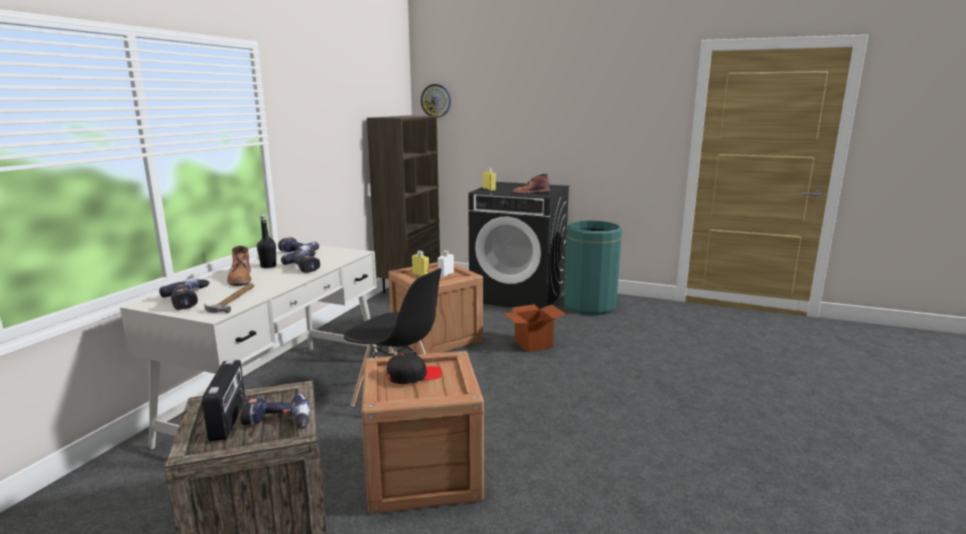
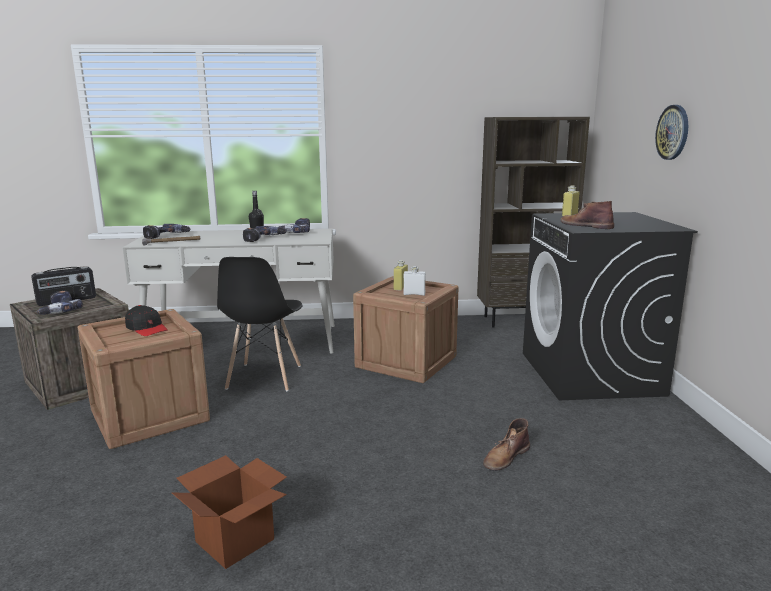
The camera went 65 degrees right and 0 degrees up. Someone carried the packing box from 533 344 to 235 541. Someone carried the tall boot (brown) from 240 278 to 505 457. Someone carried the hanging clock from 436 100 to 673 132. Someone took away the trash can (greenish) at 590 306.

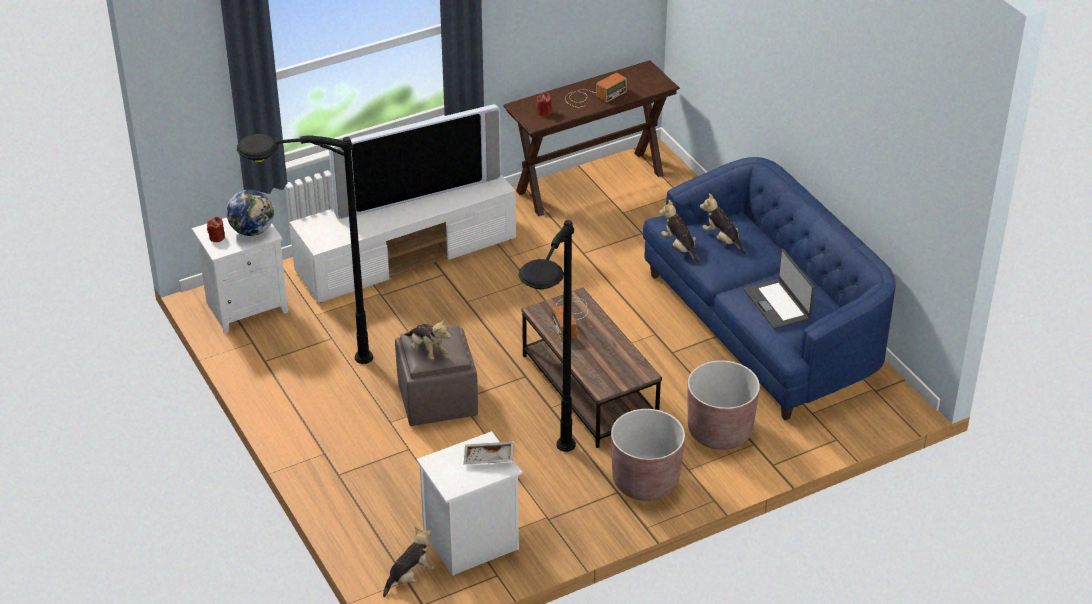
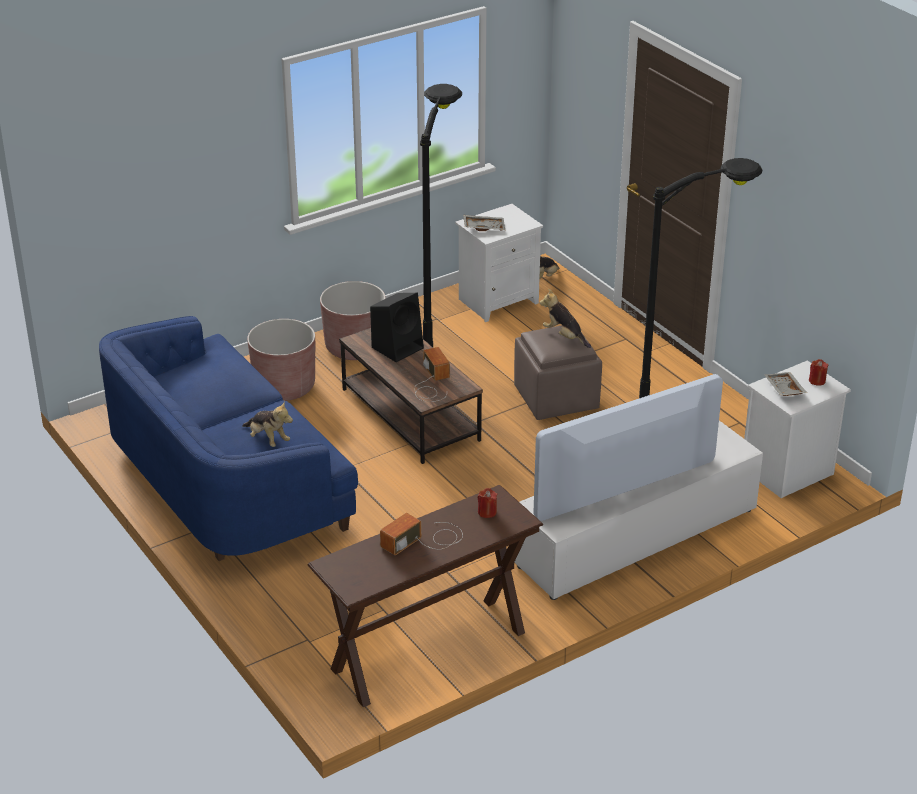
The camera went 175 degrees right and 5 degrees down. Someone put down the audio speaker (black) at 398 347. Someone swapped the globe at 252 230 for the carrying tray (gray) at 783 389. Someone took away the soft toy at 680 247. Someone took away the portable computer at 778 304.

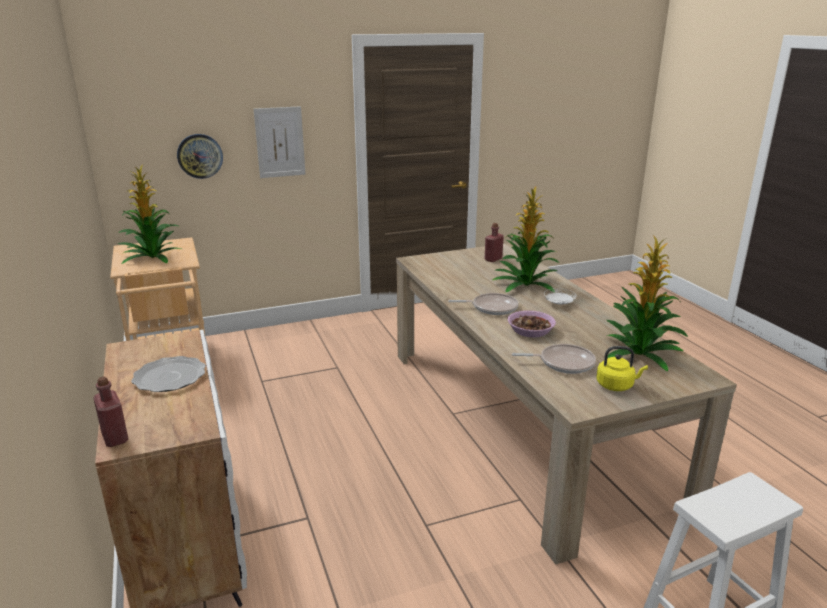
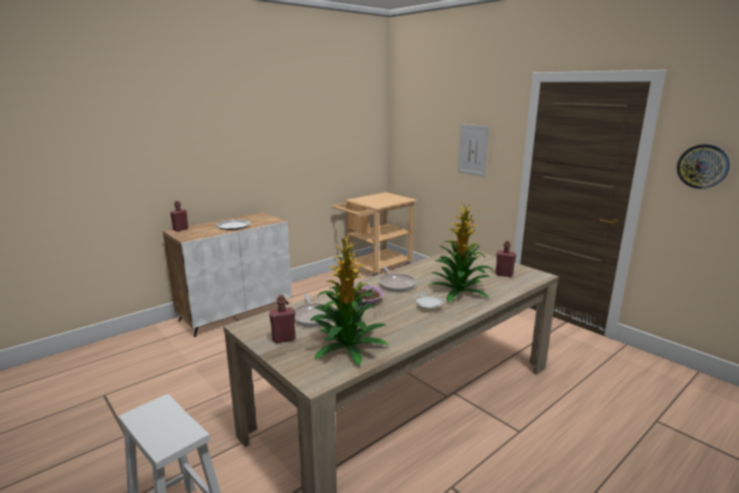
The camera went 70 degrees right and 5 degrees down. Someone swapped the tea kettle (yellow-coloured) at 616 385 for the drink bottle (red-coloured) at 283 339. Someone carried the hanging clock from 200 156 to 702 166. Someone took away the houseplant at 152 257.

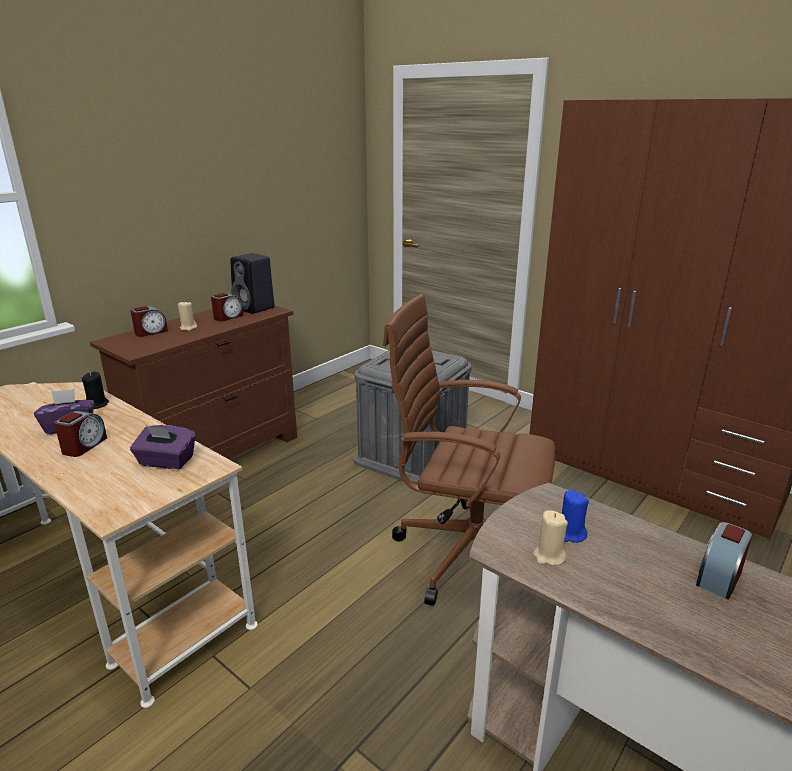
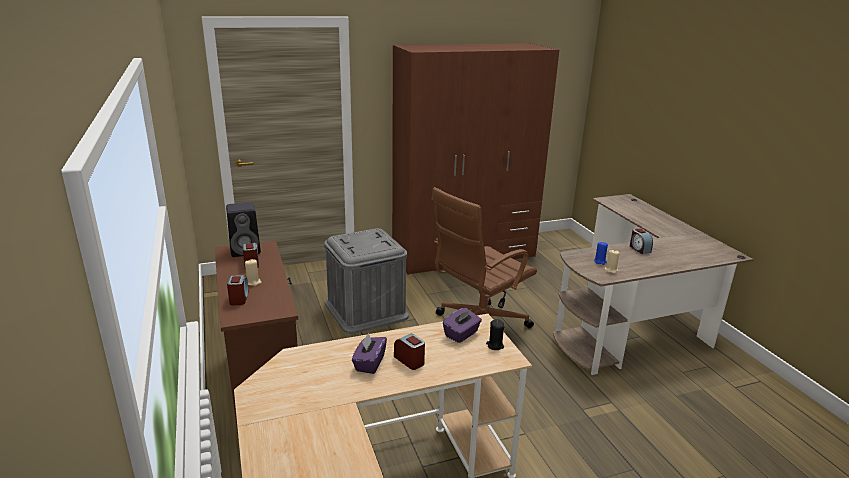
The camera went 60 degrees left and 0 degrees up. Someone carried the candle (black) from 97 404 to 495 345.

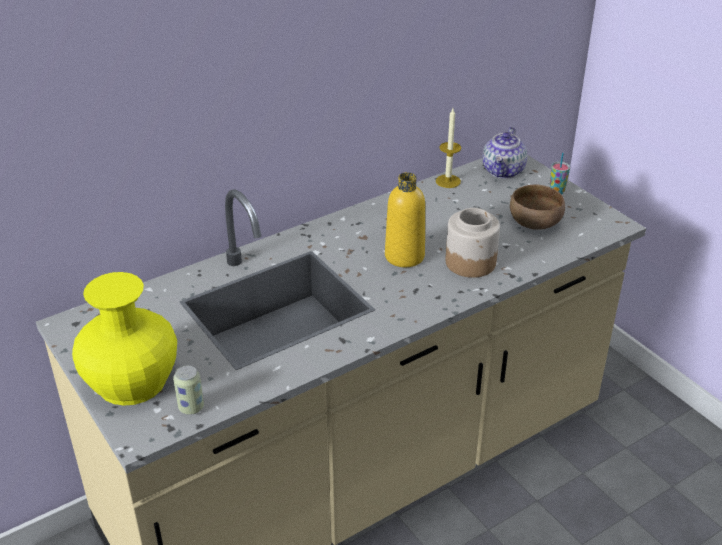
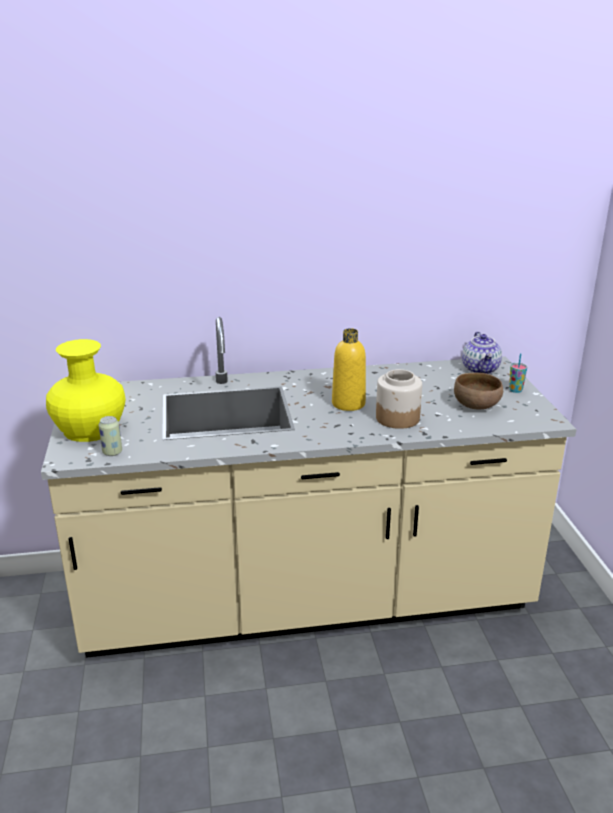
The camera went 25 degrees right and 10 degrees down. Someone rotated the teapot at 503 171 by 45 degrees counterclockwise. Someone took away the candle at 448 181.

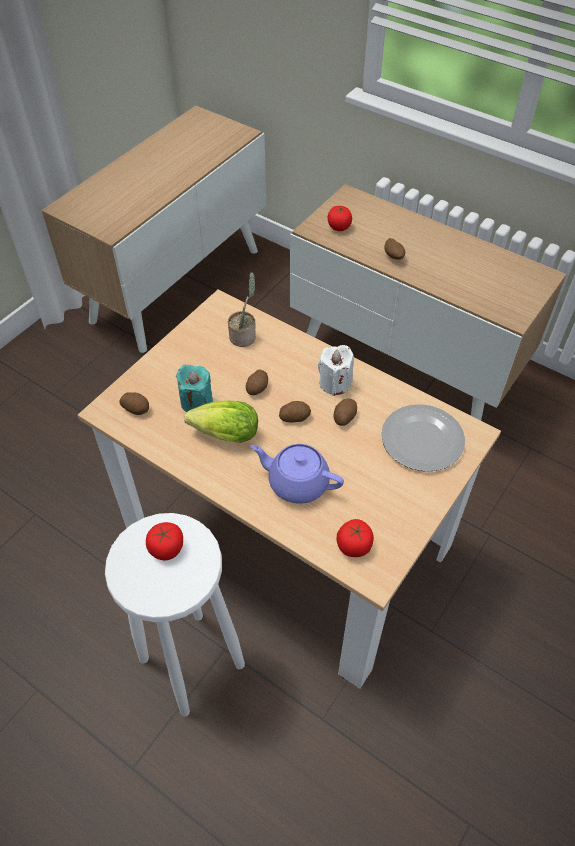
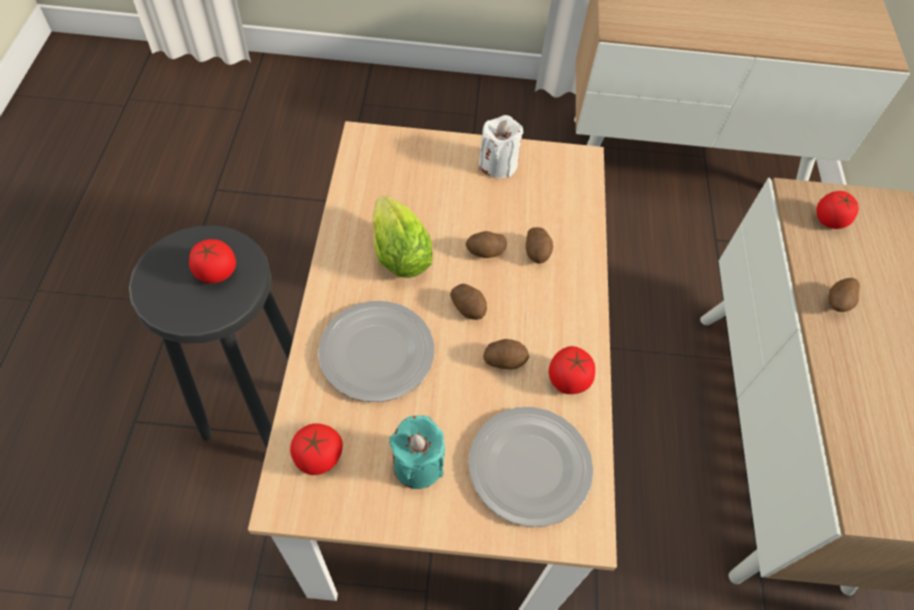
The camera went 55 degrees right and 5 degrees up. Someone repainted the stool (white-coloured) at 192 663, which became the stool (black) at 258 415. Someone swapped the teapot (purple-coloured) at 297 482 for the dinner plate at 375 354. Someone carried the candle (blue-green) from 196 402 to 417 464. Someone carried the candle (white-coloured) from 335 383 to 498 164. Someone carried the whole potato from 136 408 to 537 252. Someone put down the whole tomato at 568 379. Someone took away the houseplant at 244 336.

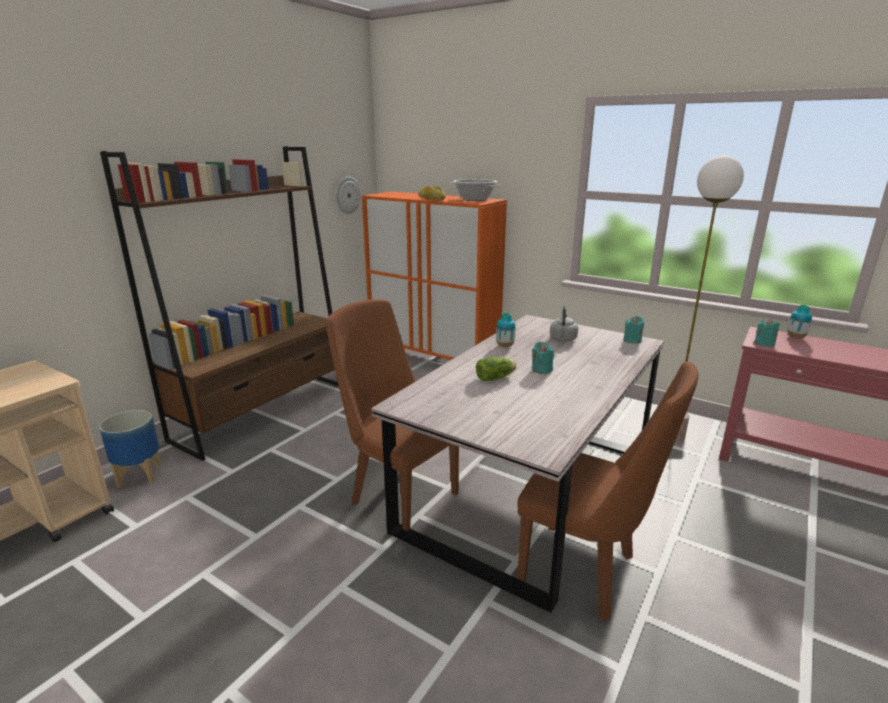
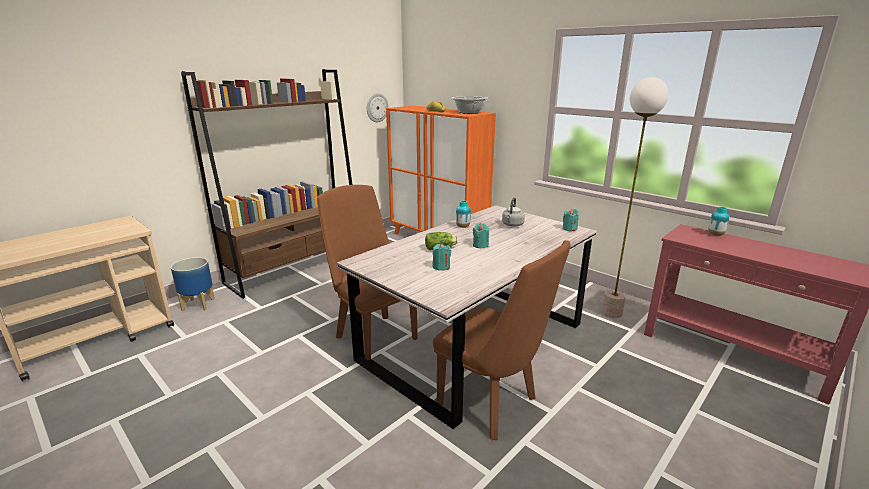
The camera went 10 degrees right and 0 degrees up. Someone carried the candle (blue-green) from 764 343 to 441 267.

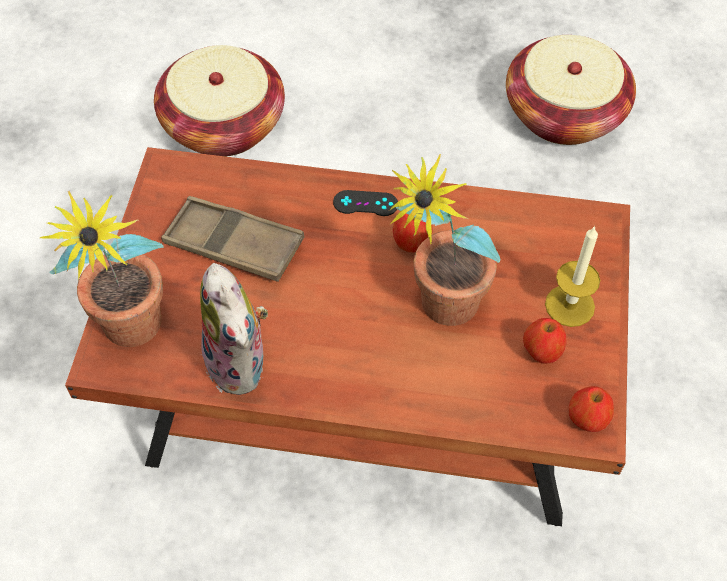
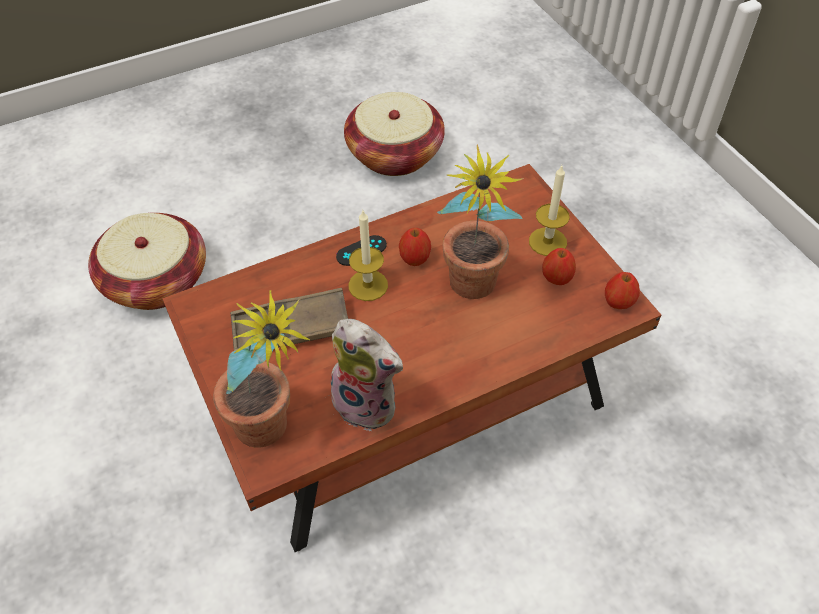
The camera went 35 degrees left and 5 degrees down. Someone put down the candle at 368 285.

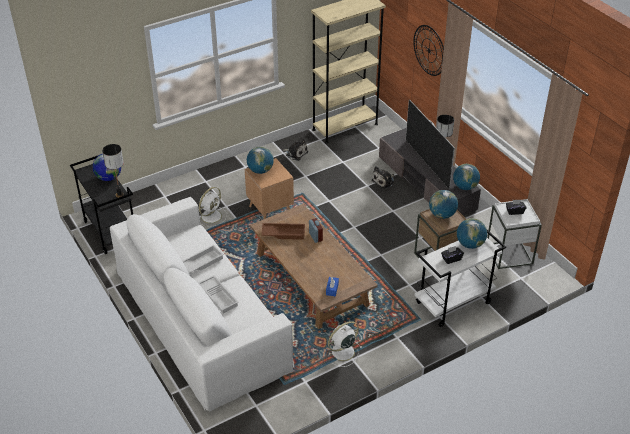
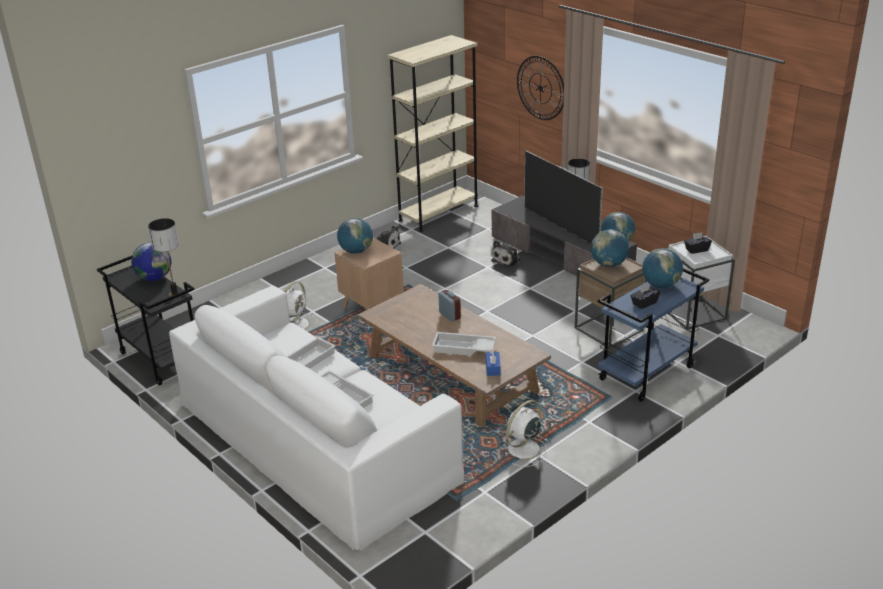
The camera went 10 degrees left and 10 degrees down. Someone put down the carrying tray (white-coloured) at 463 348. Someone repainted the cart (white-coloured) at 453 303, which became the cart (bluish) at 646 374. Someone took away the carrying tray (brown) at 284 233.

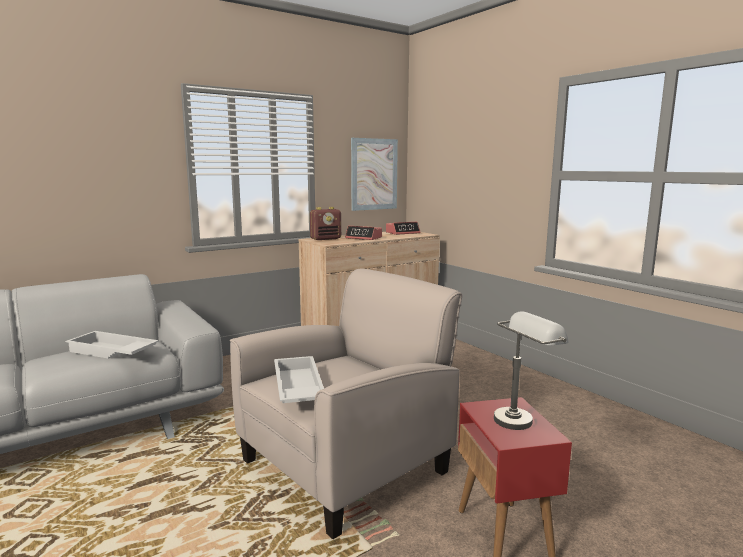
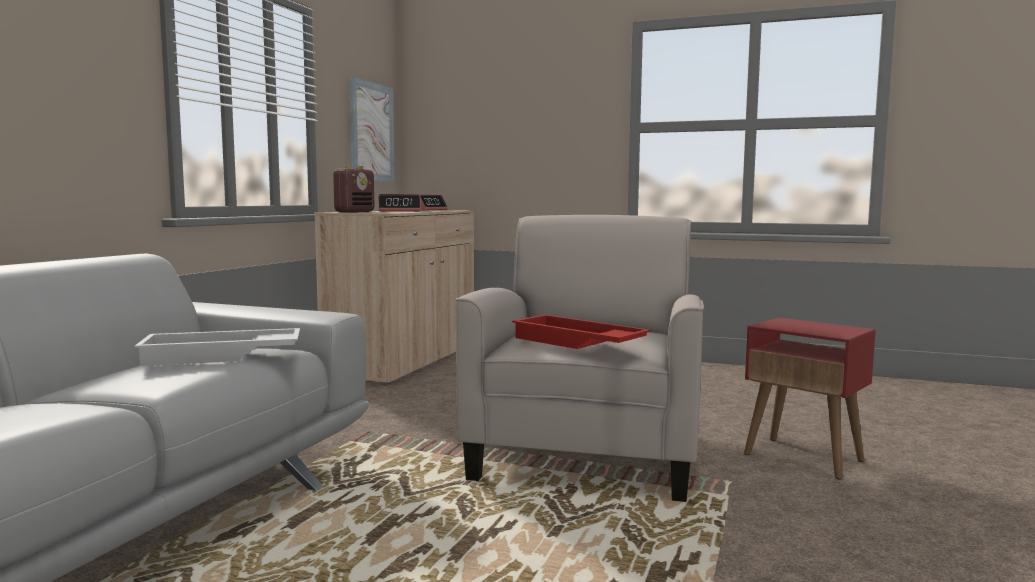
The camera went 35 degrees left and 5 degrees down. Someone repainted the carrying tray (white-coloured) at 296 388, which became the carrying tray (red-coloured) at 576 343. Someone took away the table lamp (gray) at 522 417.

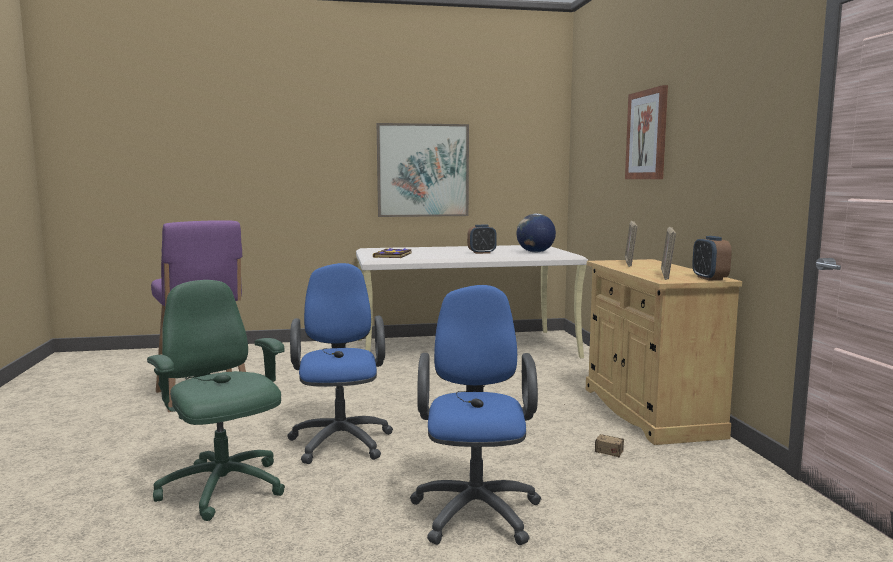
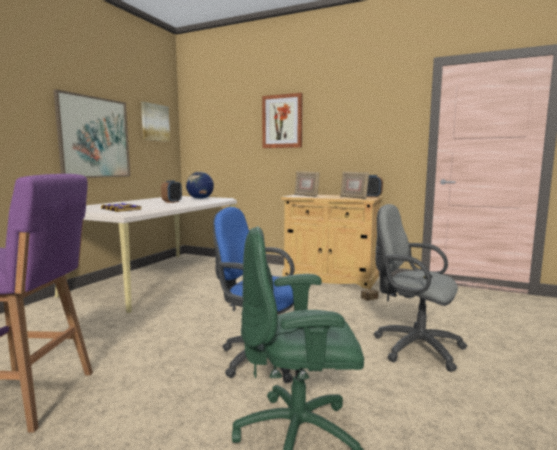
The camera went 55 degrees left and 0 degrees up. Someone put up the wall picture at 154 122. Someone repainted the office chair (bluish) at 476 509, which became the office chair (gray) at 413 347.

